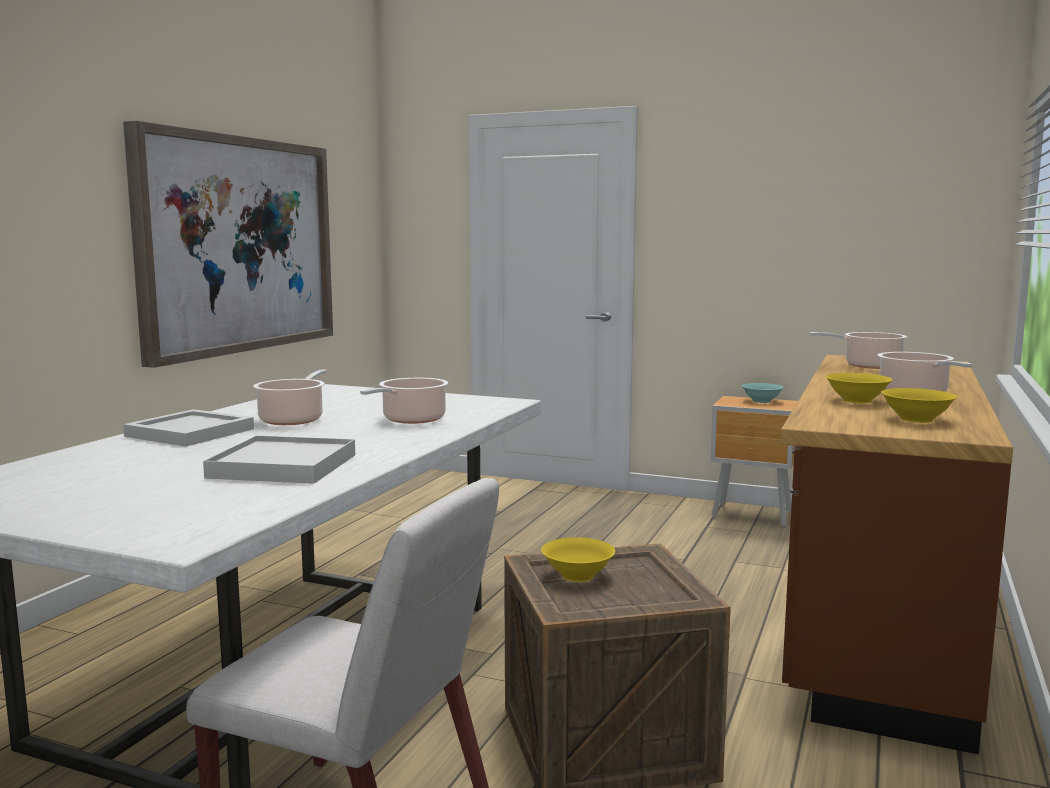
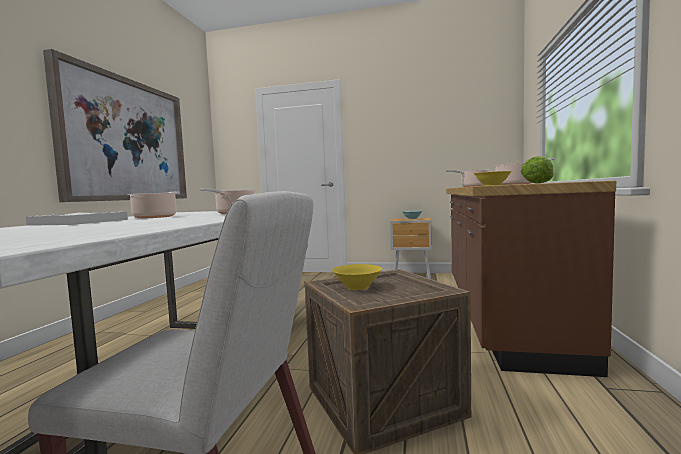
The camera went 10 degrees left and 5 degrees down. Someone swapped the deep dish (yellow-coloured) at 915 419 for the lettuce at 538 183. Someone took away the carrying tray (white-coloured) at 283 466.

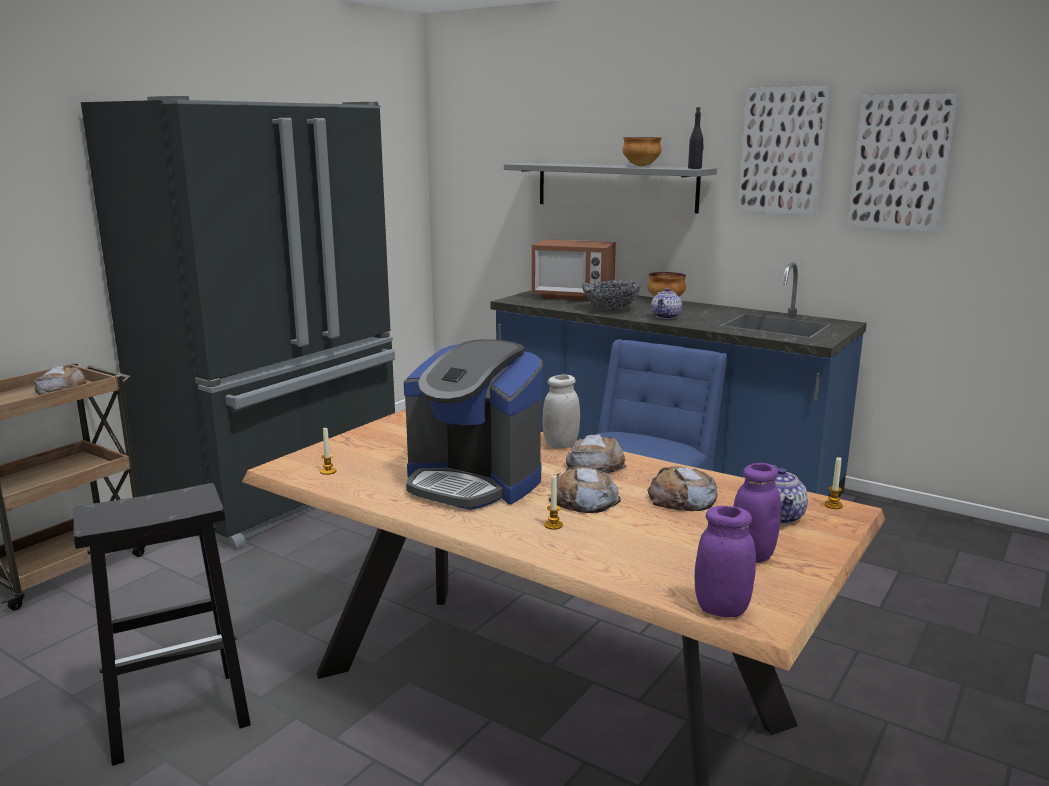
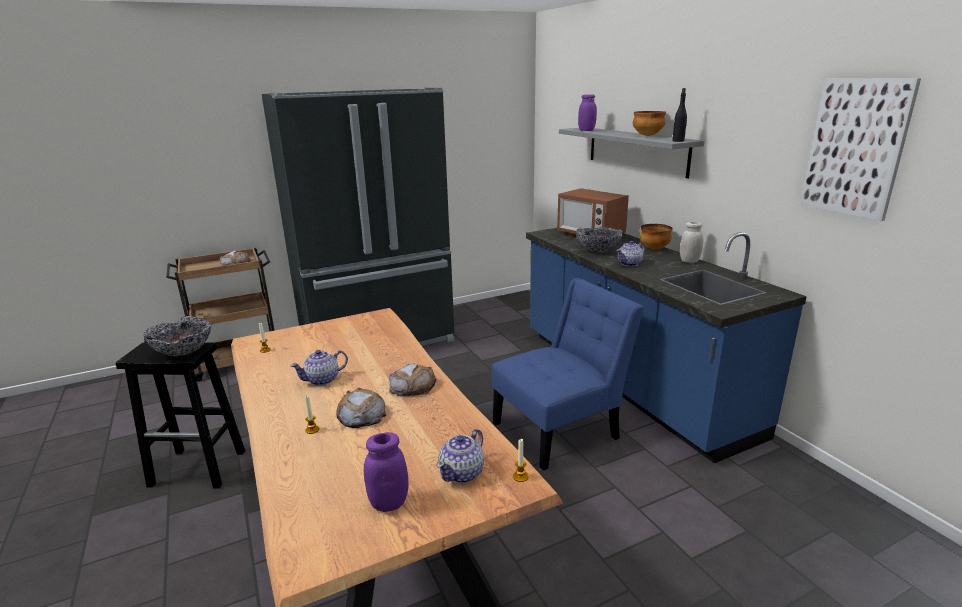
The camera went 30 degrees right and 5 degrees up. Someone put down the deep dish at 184 352. Someone swapped the coffee maker at 473 482 for the teapot at 323 380. Someone carried the preserve jar (purple-coloured) from 721 609 to 586 130. Someone carried the preserve jar (white-coloured) from 561 445 to 689 261. Someone took away the bread at 682 499. Someone took away the wall picture at 782 151.

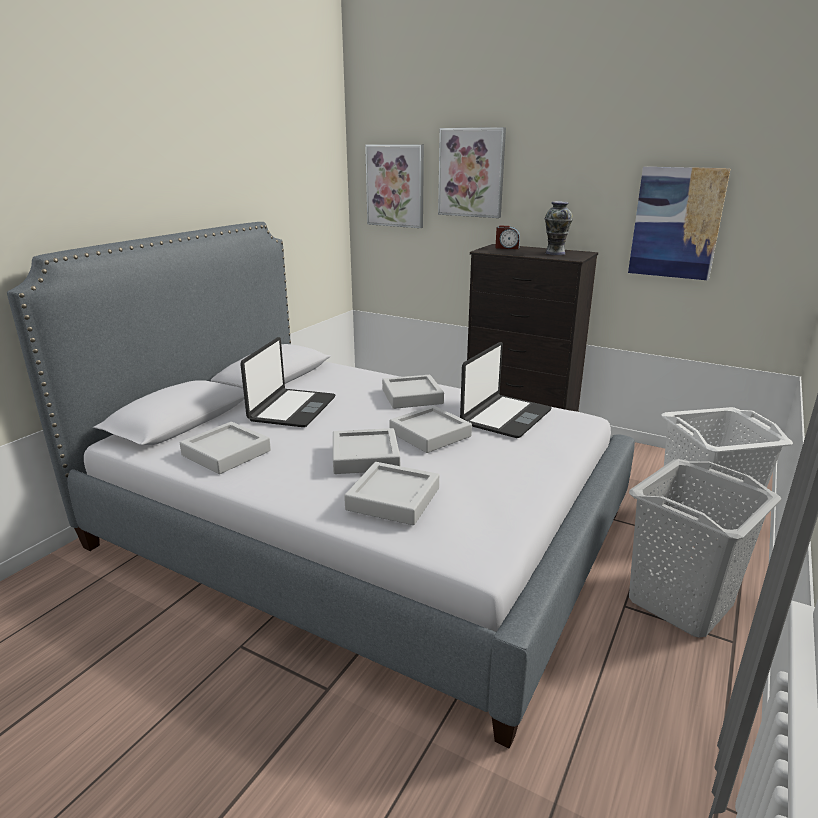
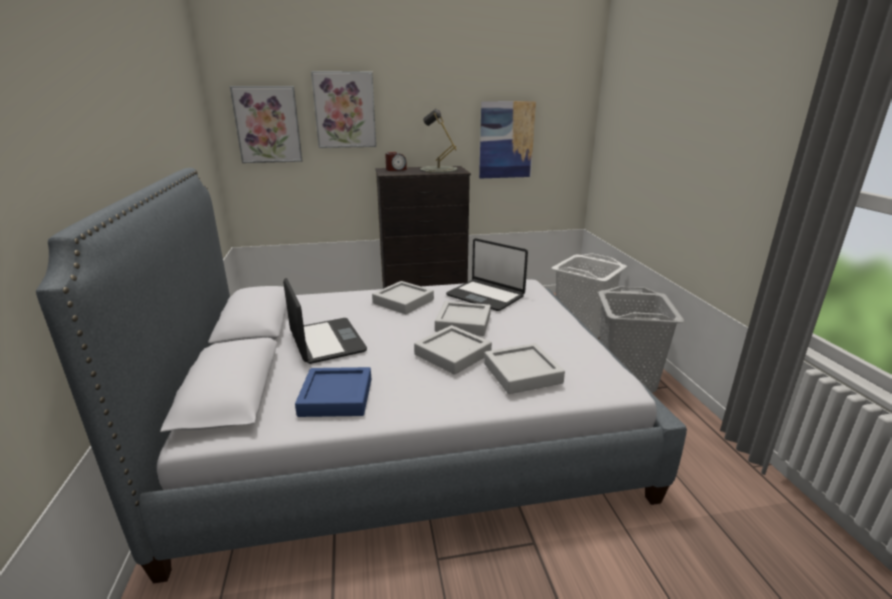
The camera went 40 degrees left and 0 degrees up. Someone repainted the carrying tray (gray) at 226 453, which became the carrying tray (bluish) at 336 397. Someone swapped the decorative vase at 555 253 for the table lamp (gray) at 438 169. Someone rotated the portable computer at 505 417 by 135 degrees clockwise.

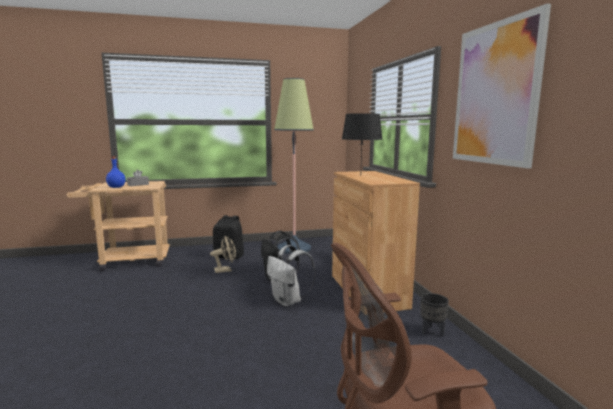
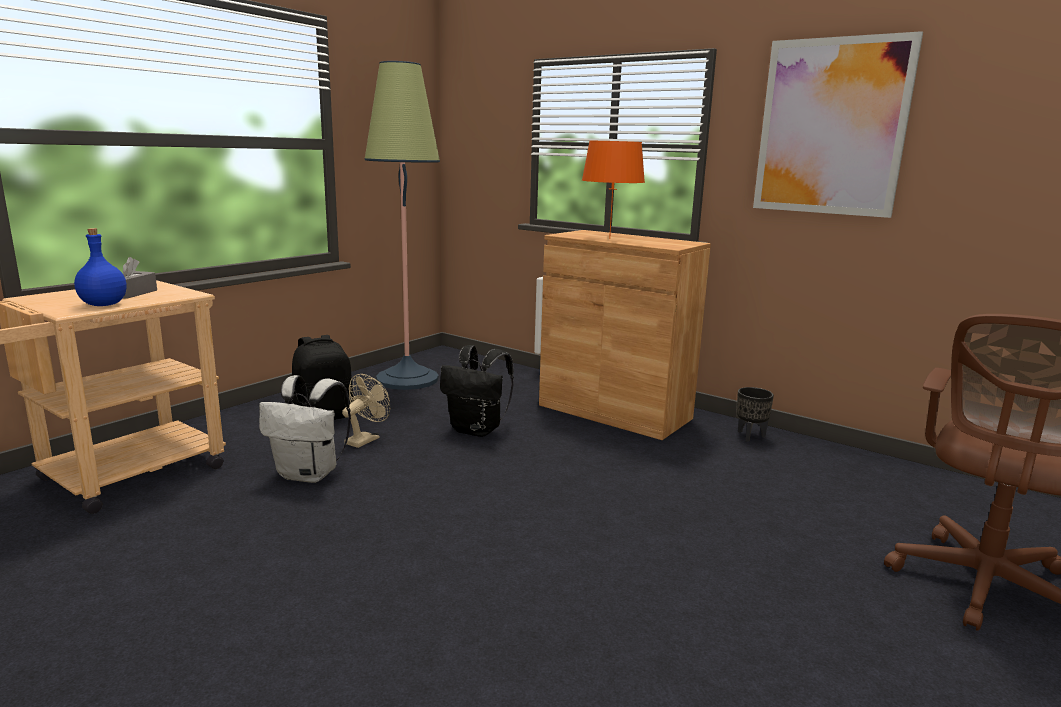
The camera went 40 degrees left and 5 degrees up. Someone carried the knapsack (white-coloured) from 288 301 to 310 474. Someone repainted the table lamp (black) at 360 176, which became the table lamp (orangey) at 609 238.

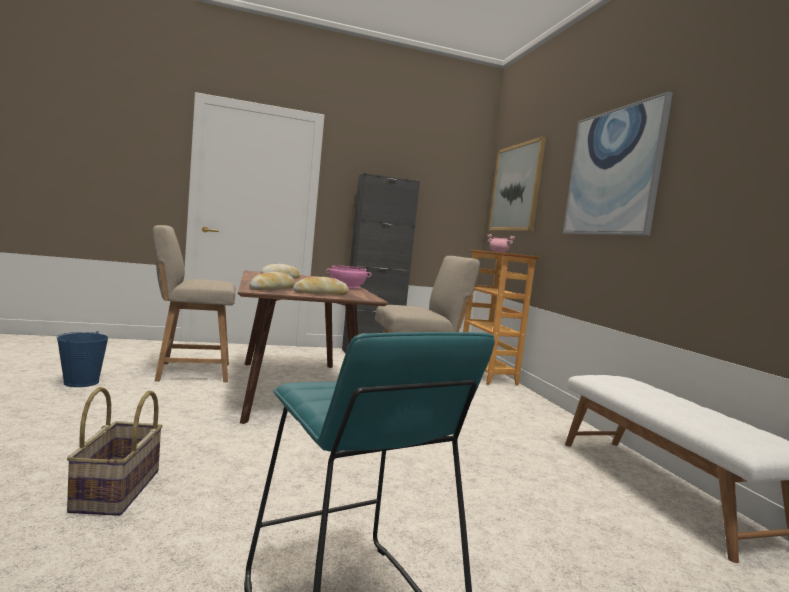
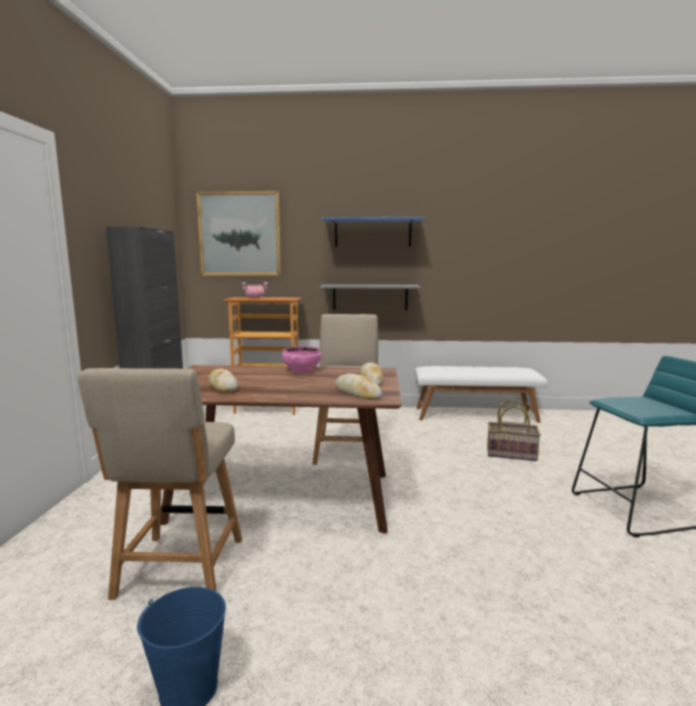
The camera went 70 degrees left and 5 degrees up. Someone put up the shelf (gray) at 370 297. Someone swapped the wall picture at 612 172 for the shelf (bluish) at 372 233. Someone carried the household basket from 118 491 to 511 453.

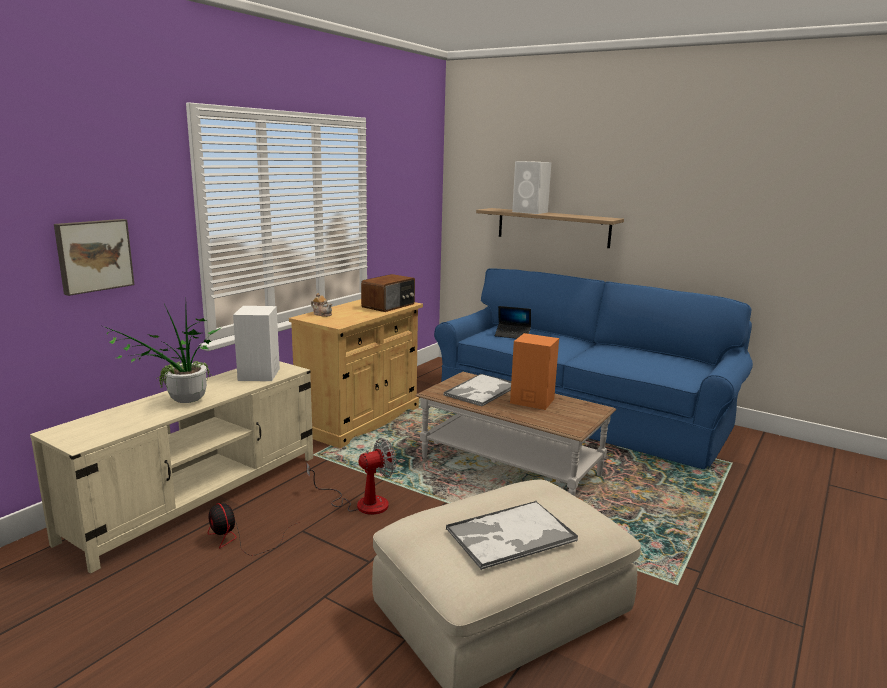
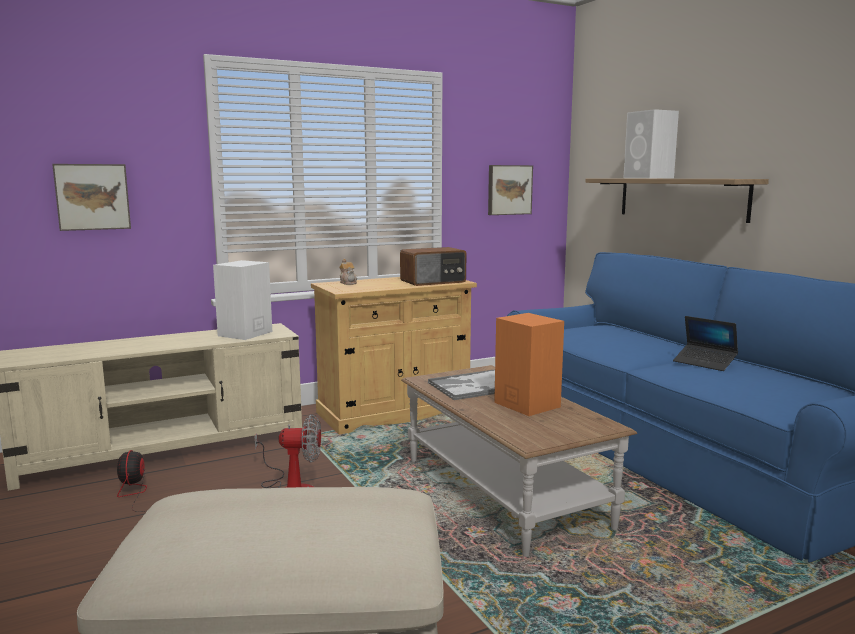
The camera went 30 degrees right and 5 degrees down. Someone put up the wall picture at 509 190. Someone carried the portable computer from 512 335 to 704 363. Someone took away the houseplant at 180 402. Someone took away the carrying tray at 510 535.

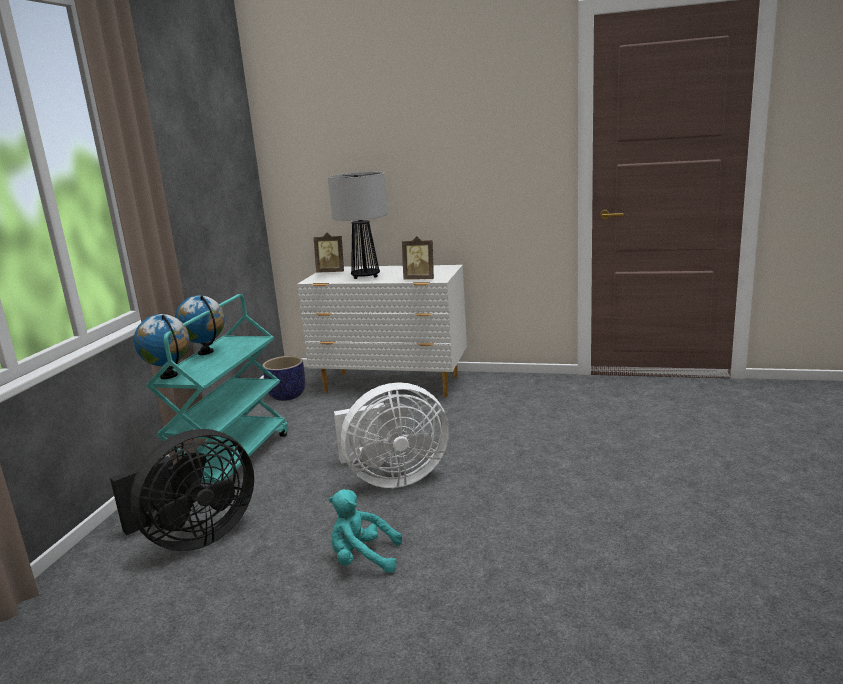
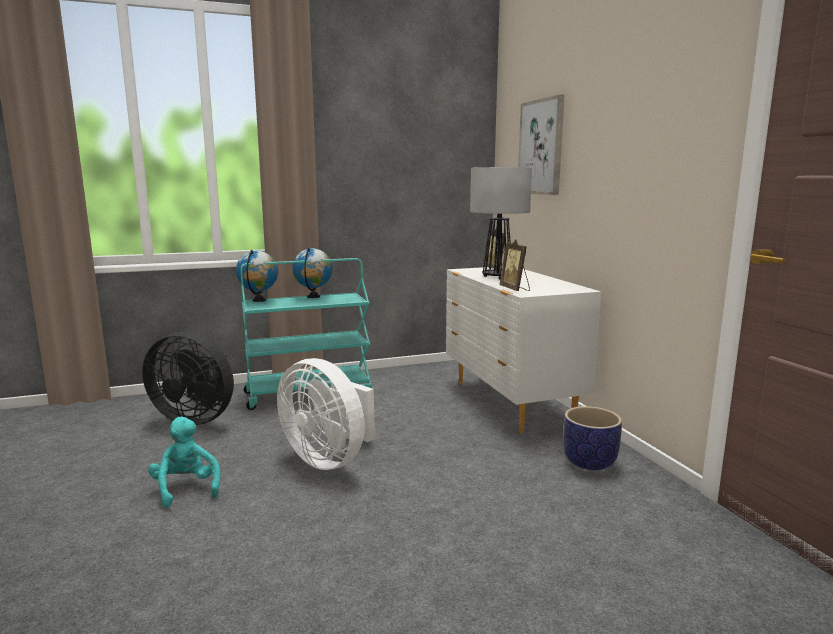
The camera went 55 degrees right and 5 degrees down. Someone put up the wall picture at 541 147. Someone carried the planter from 287 395 to 590 462.

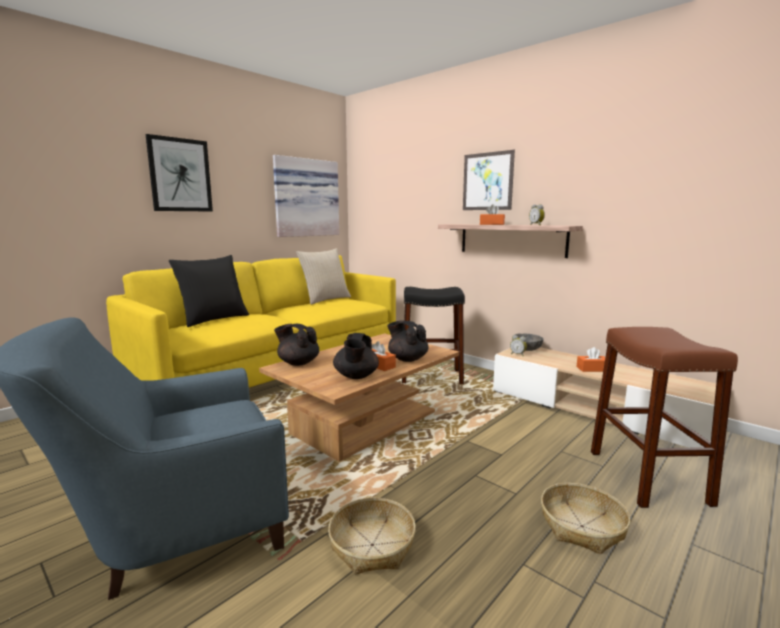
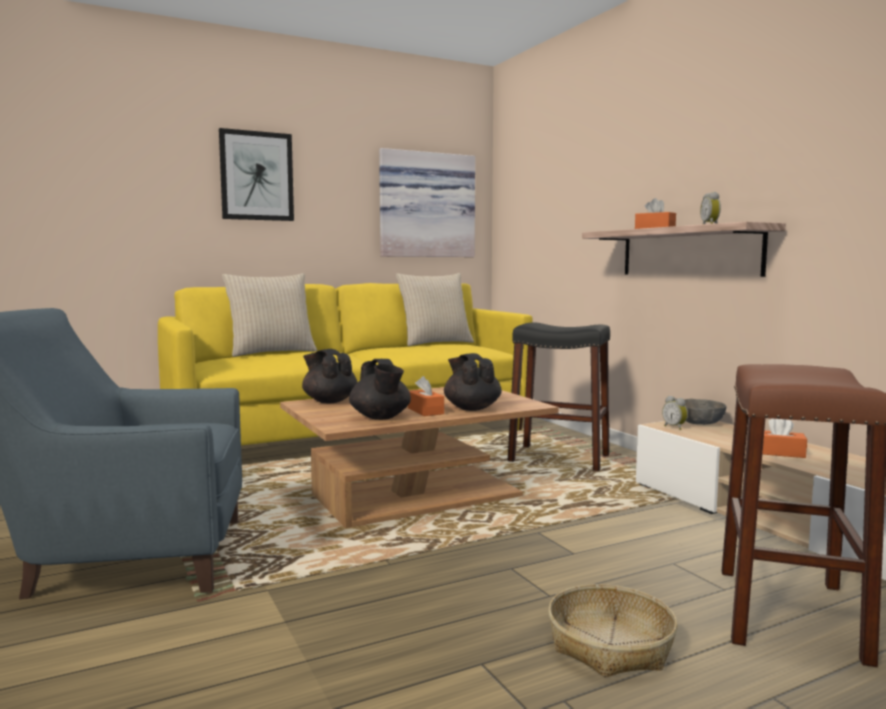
The camera went 20 degrees right and 5 degrees down. Someone repainted the throw pillow (black) at 213 319, which became the throw pillow (beige-coloured) at 271 353. Someone rotated the teapot (black) at 356 376 by 45 degrees counterclockwise. Someone took away the household basket at 372 545. Someone took away the wall picture at 487 181.

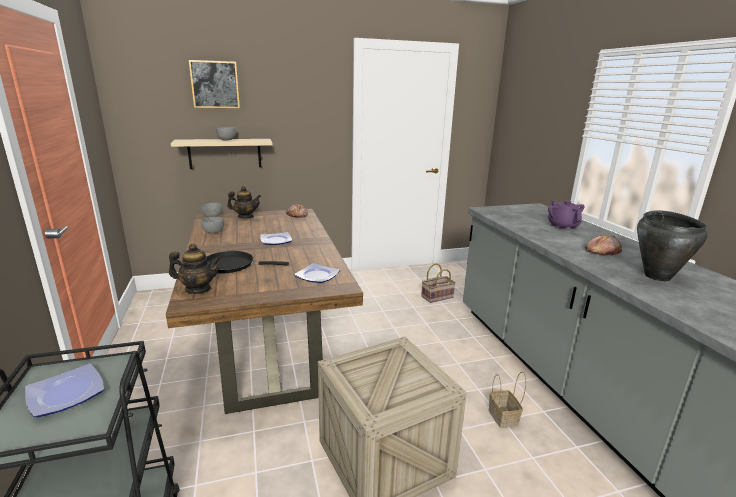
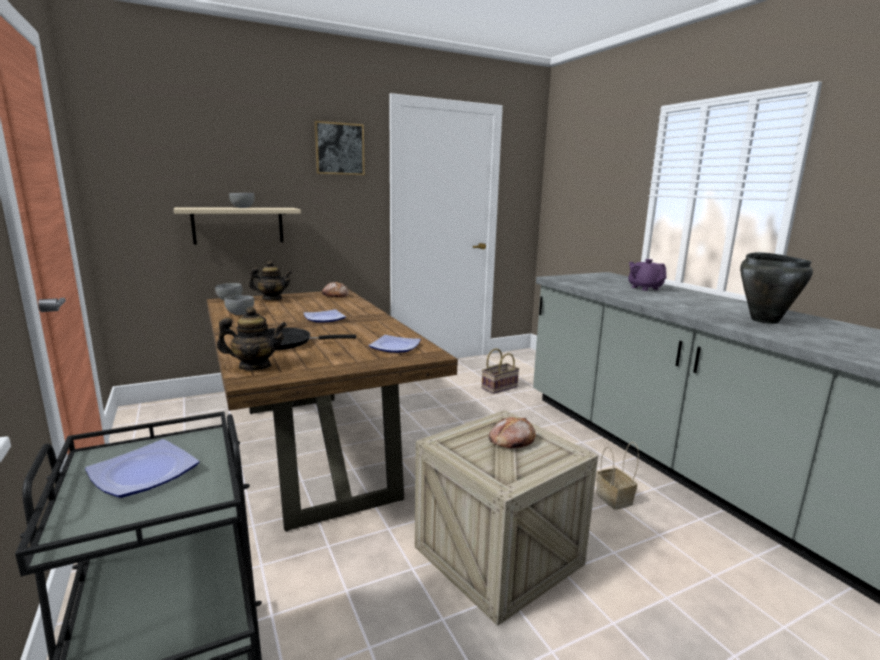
The camera went 10 degrees left and 5 degrees down. Someone carried the wall picture from 215 84 to 339 149. Someone carried the bread from 601 252 to 511 440.

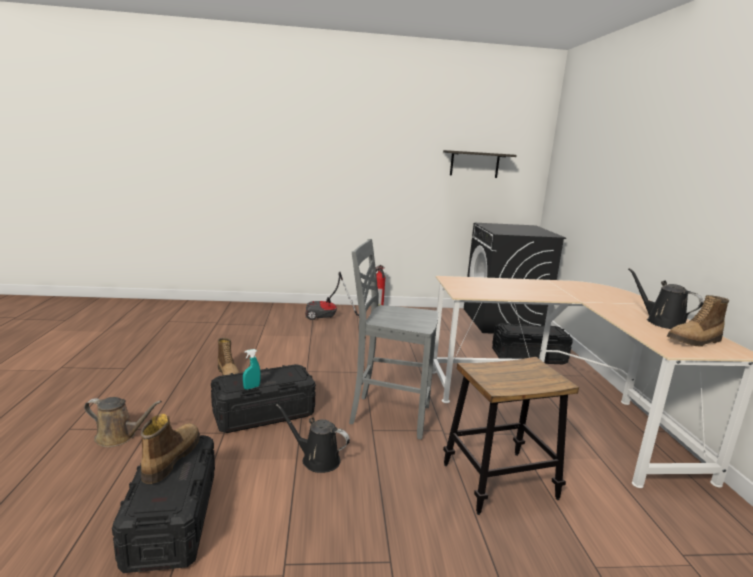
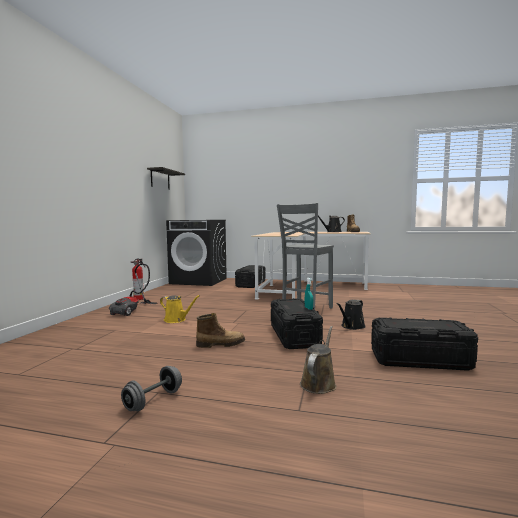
The camera went 70 degrees left and 10 degrees down. Someone put down the hand weight (gray) at 153 400. Someone put down the sprinkling can (yellow-coloured) at 176 320. Someone took away the tall boot at 170 458. Someone took away the stool at 499 481.

